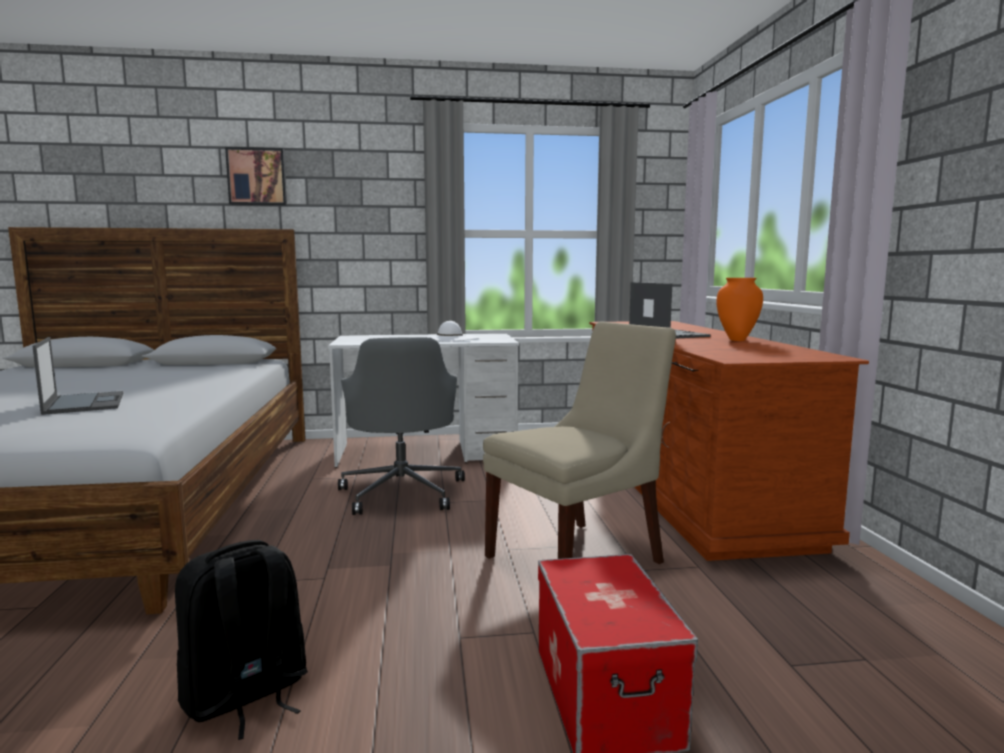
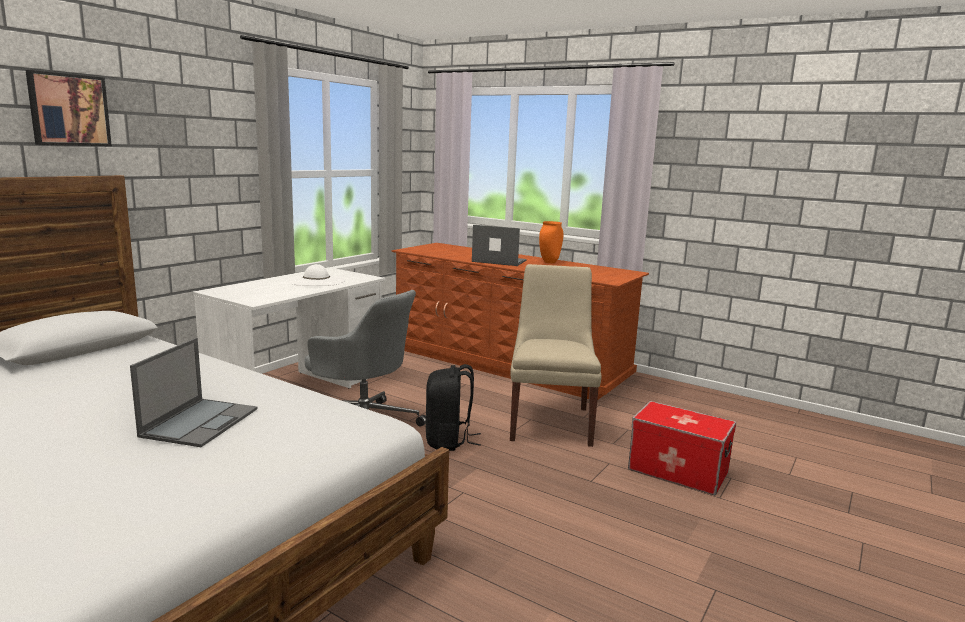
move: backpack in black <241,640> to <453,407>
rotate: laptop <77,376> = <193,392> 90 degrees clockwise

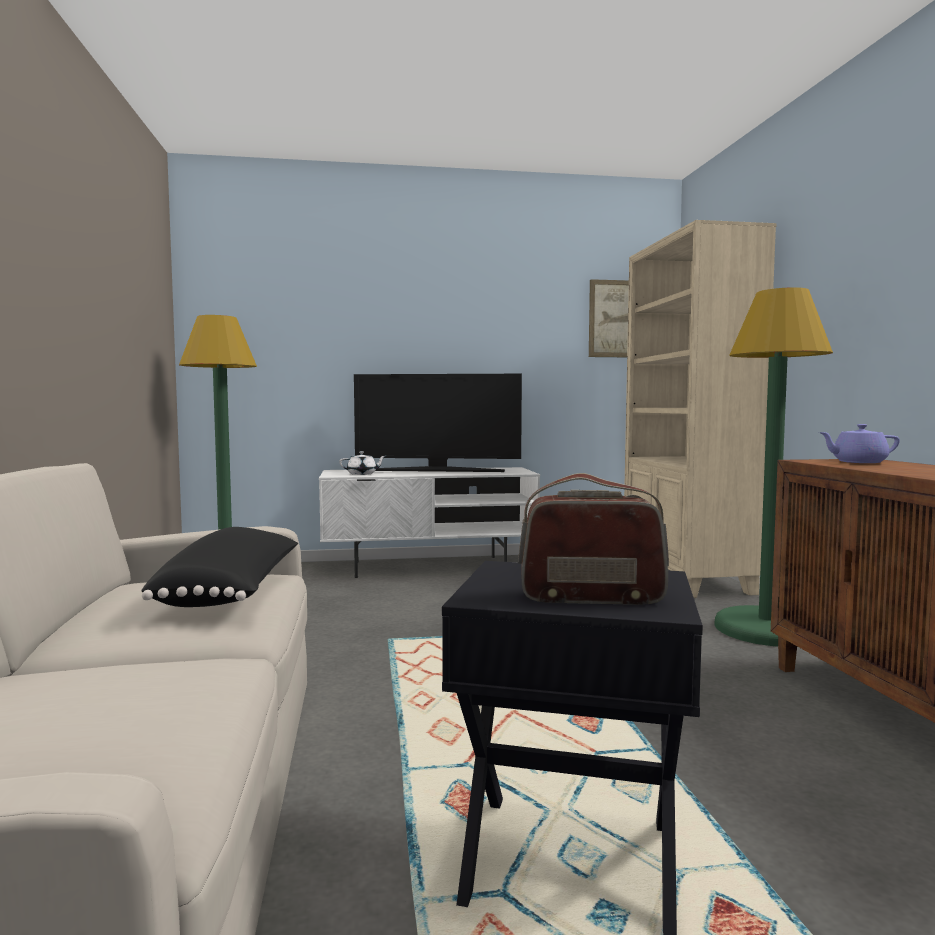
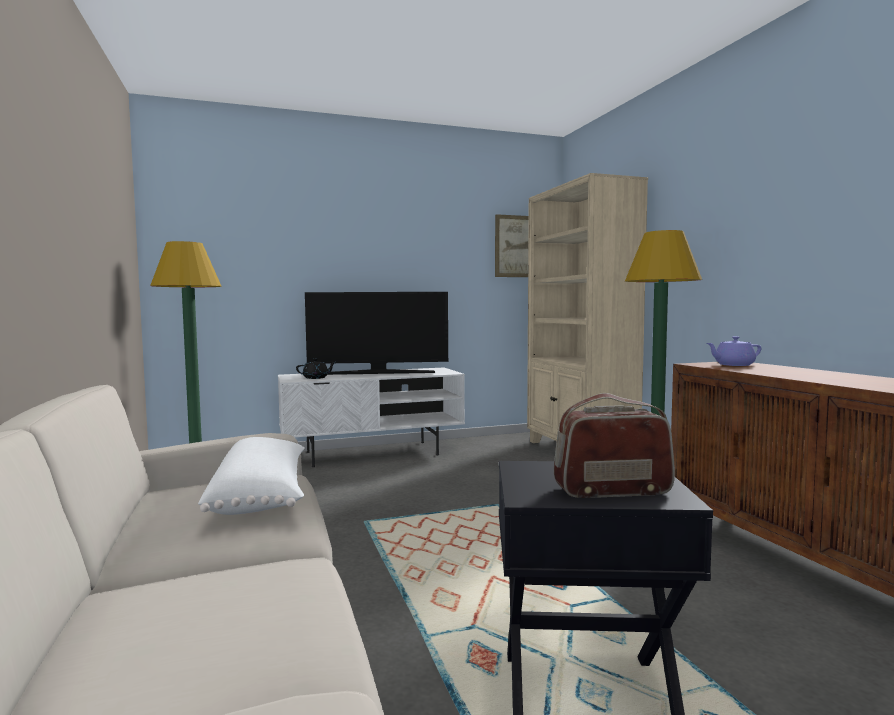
recolor: teapot in white <362,463> to teapot in black <316,369>; pillow in black <219,567> to pillow in white <251,476>

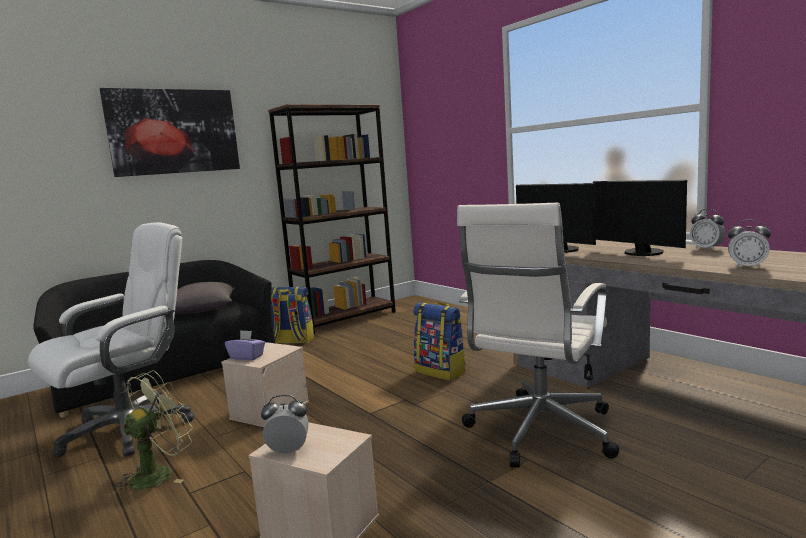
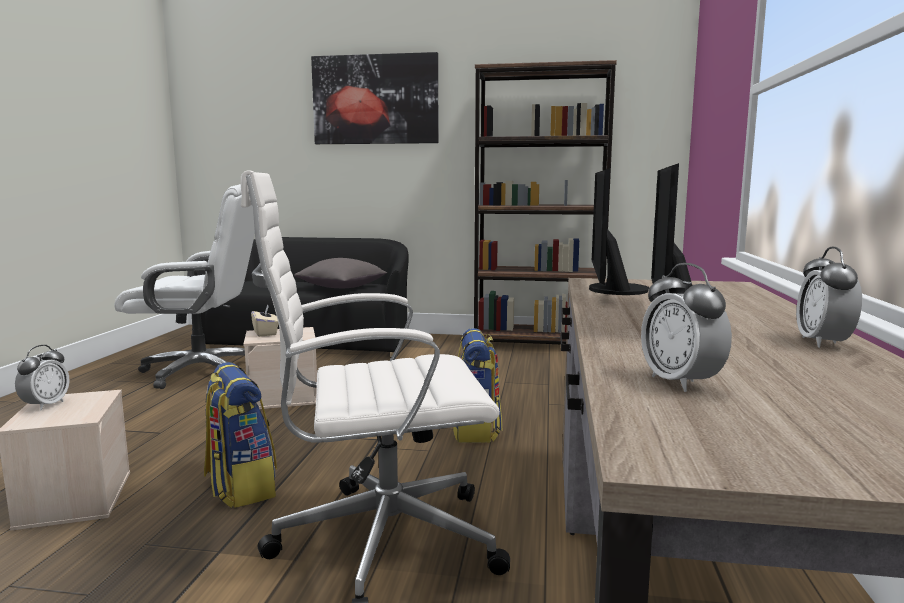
delete: fan in green <153,430>
move: backpack <292,315> to <240,435>
recolor: tissue box in purple <245,345> to tissue box in beige <265,320>
rotate: alarm clock <284,425> = <42,378> 60 degrees clockwise

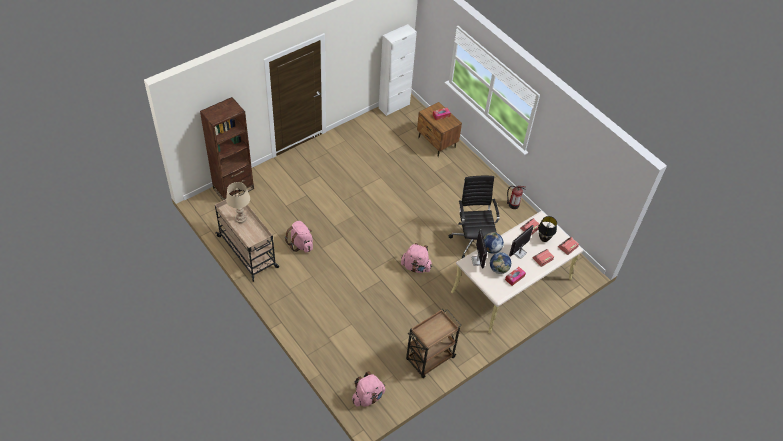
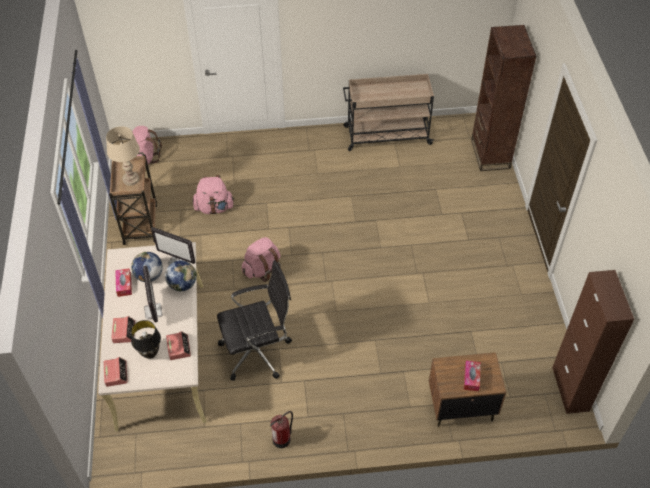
move: table lamp in beige <238,202> to <123,156>; backpack in pink <299,237> to <213,194>
recolor: cabinet in white <398,70> to cabinet in brown <593,342>
rotate: office chair in black <474,217> = <254,320> 45 degrees counterclockwise

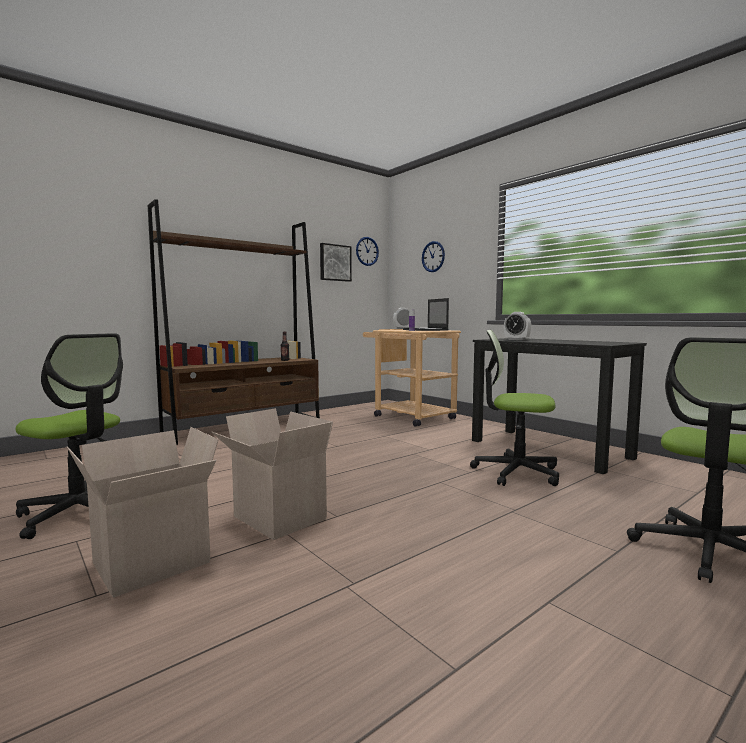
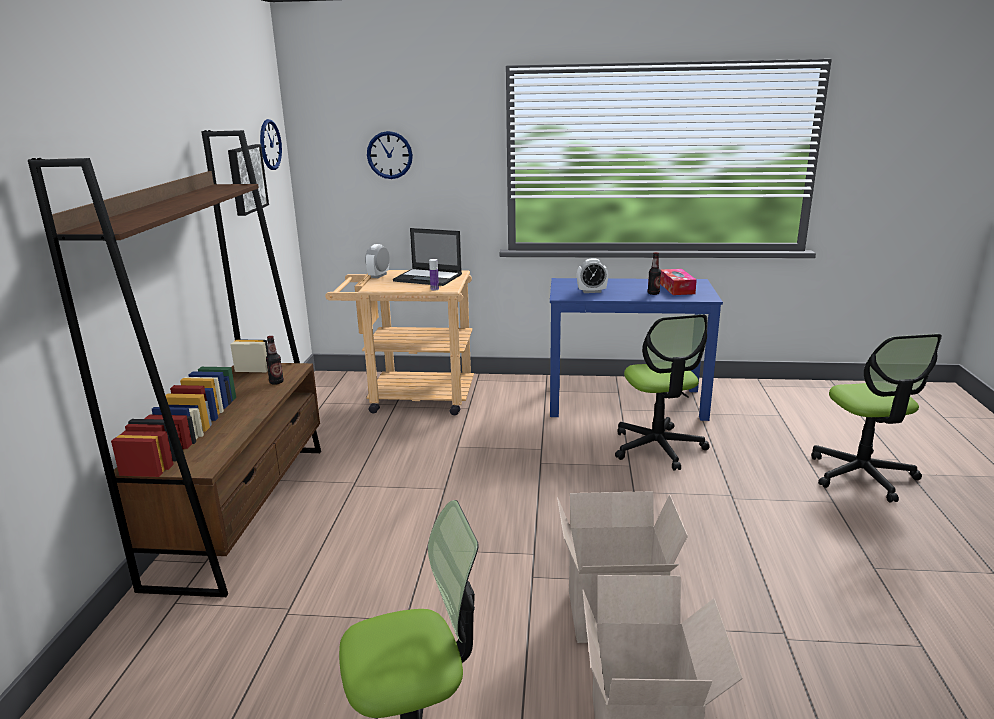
insert: bottle <654,273>; tissue box <678,282>
recolor: desk in black <559,406> to desk in blue <636,349>
rotate: office chair <514,408> = <662,392> 75 degrees counterclockwise

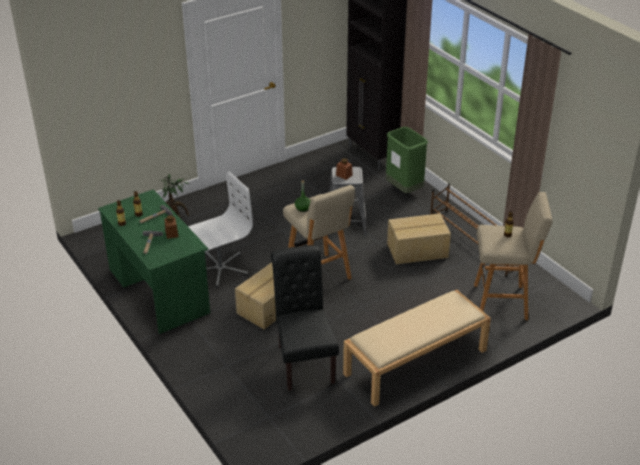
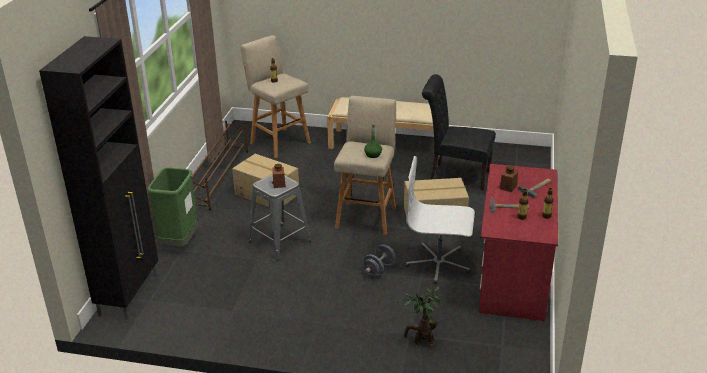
insert: dumbbell in grey <379,260>
recolor: desk in green <154,261> to desk in red <518,242>
rotate: chair in black <305,318> = <459,132> 75 degrees clockwise

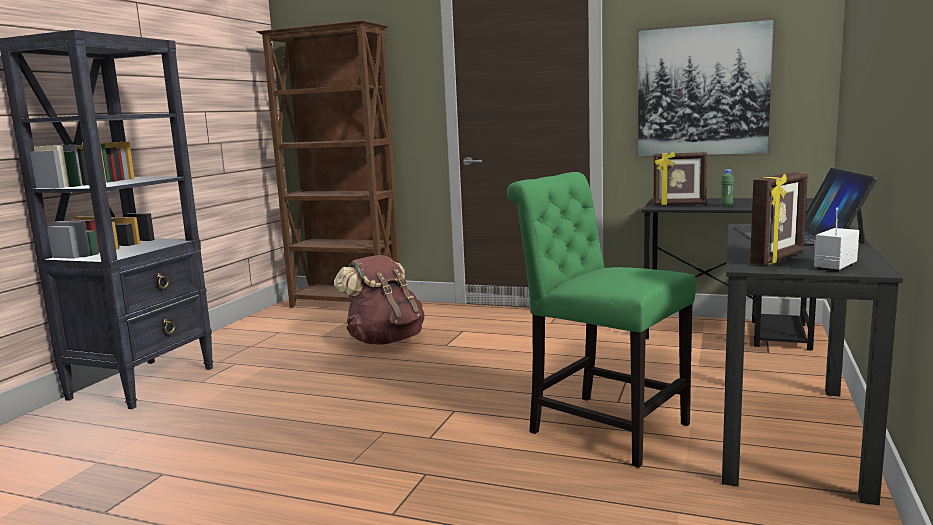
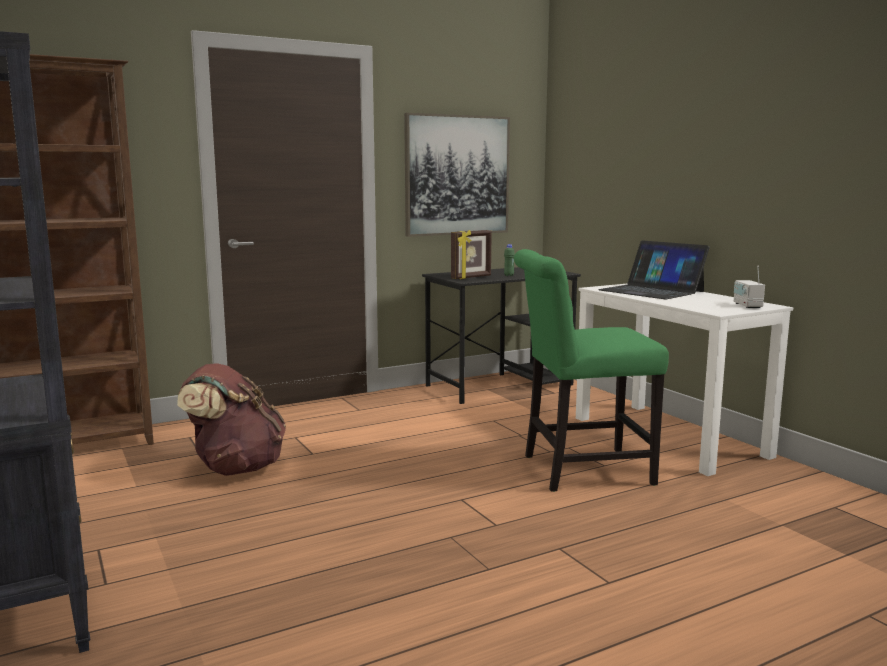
delete: picture frame <779,218>
recolor: desk in black <812,364> to desk in white <684,380>

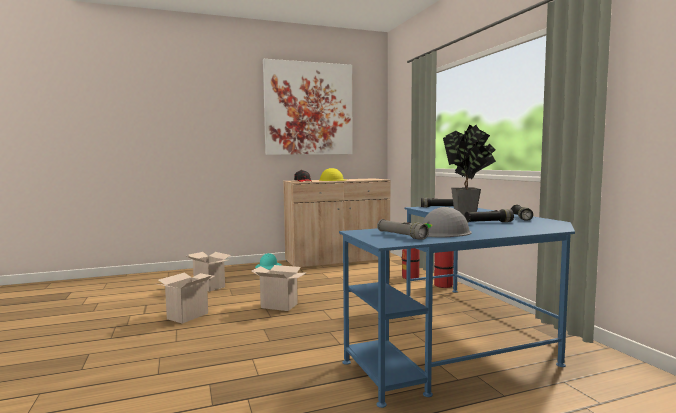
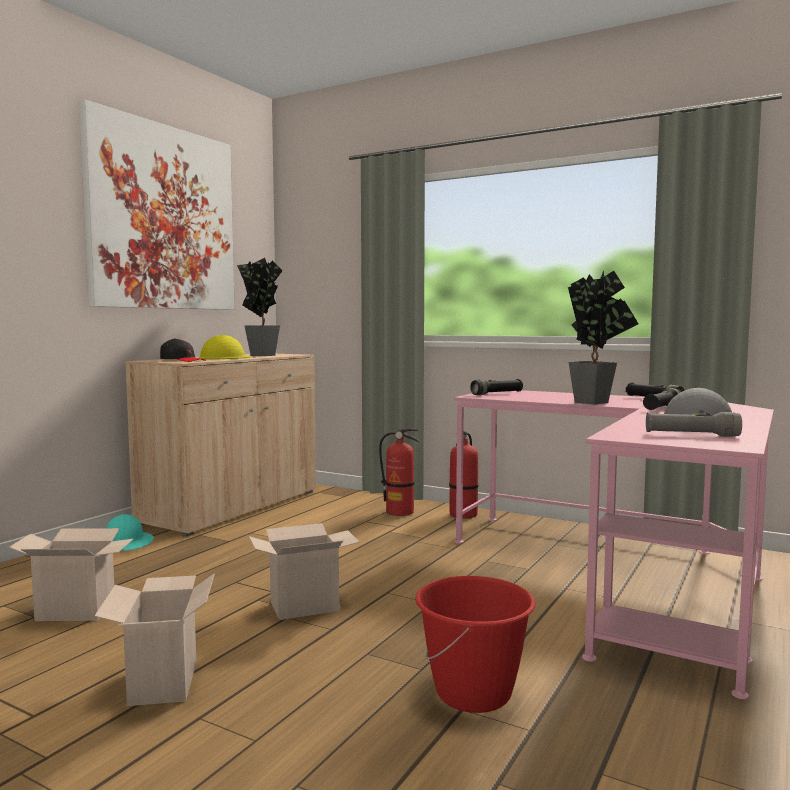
insert: potted plant <259,307>; bucket in red <475,644>
recolor: desk in blue <457,307> to desk in pink <614,544>

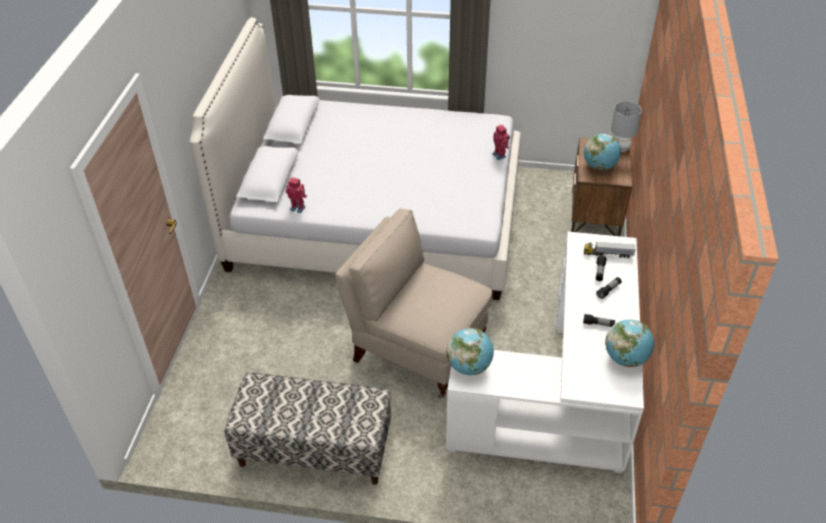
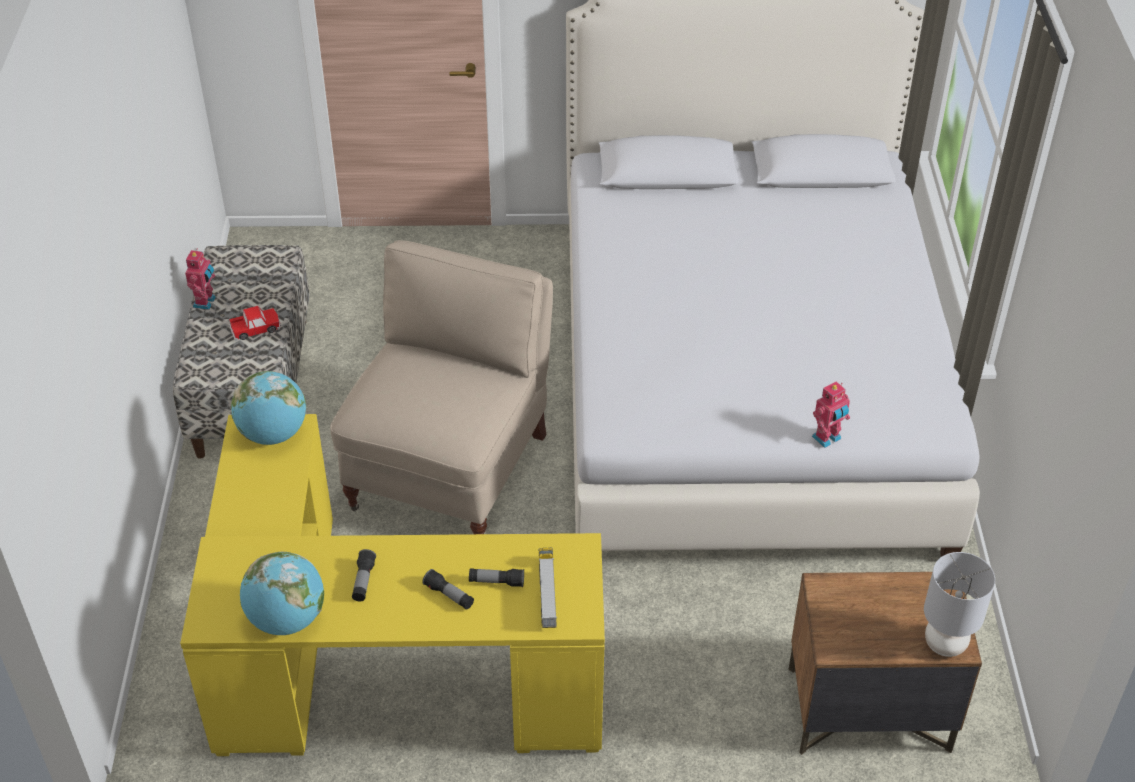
delete: globe <602,152>
insert: toy car <254,323>
move: toy robot <296,195> to <200,280>
recolor: desk in white <545,352> to desk in yellow <392,585>

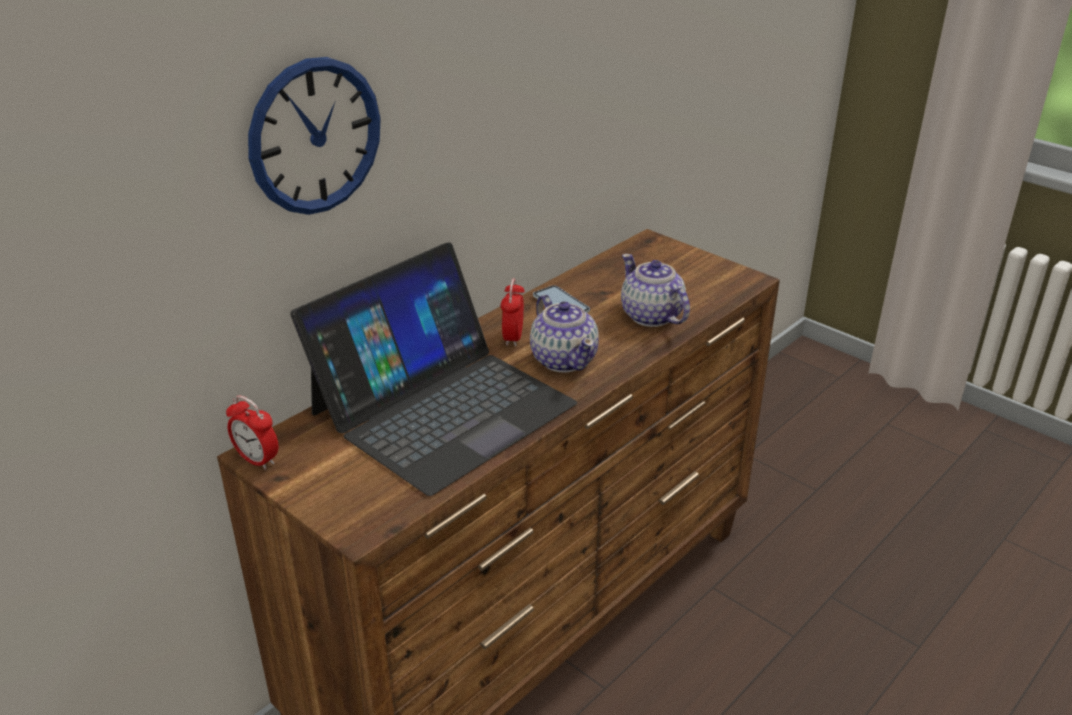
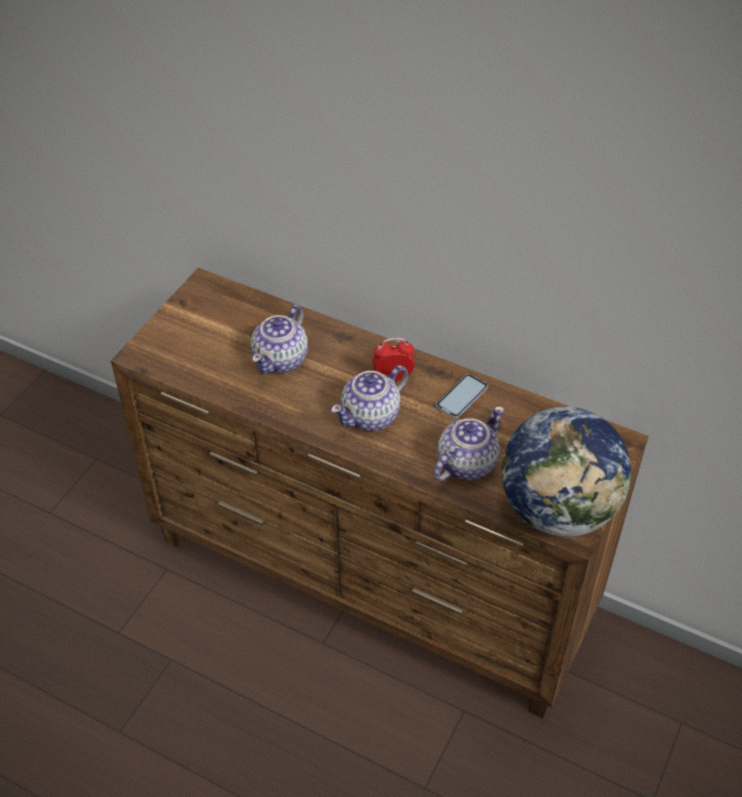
delete: wall clock <314,136>; alarm clock <252,432>
insert: globe <566,472>
replace: laptop <433,369> to teapot <279,339>

